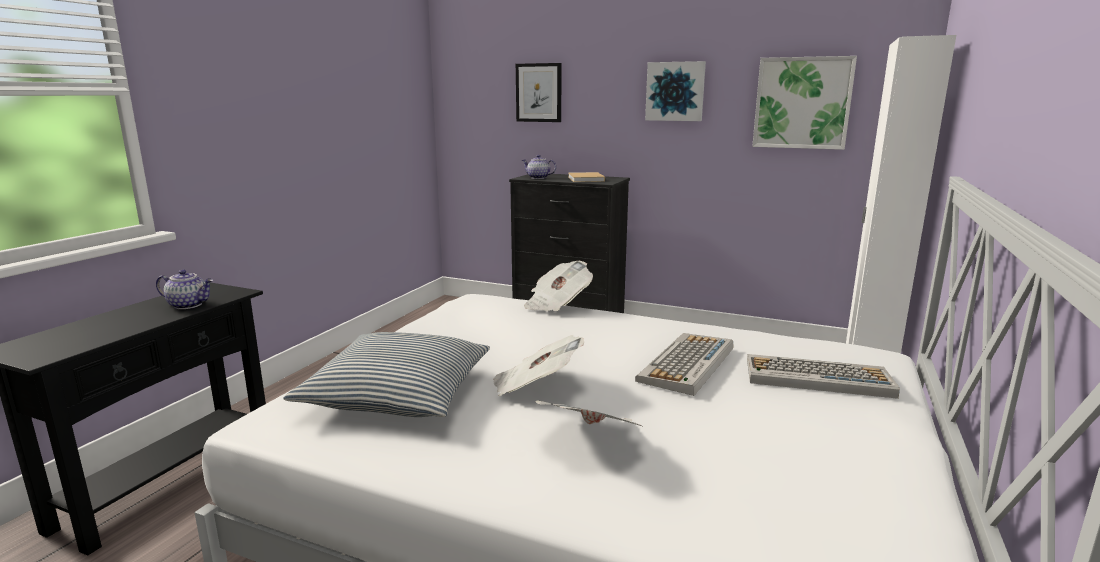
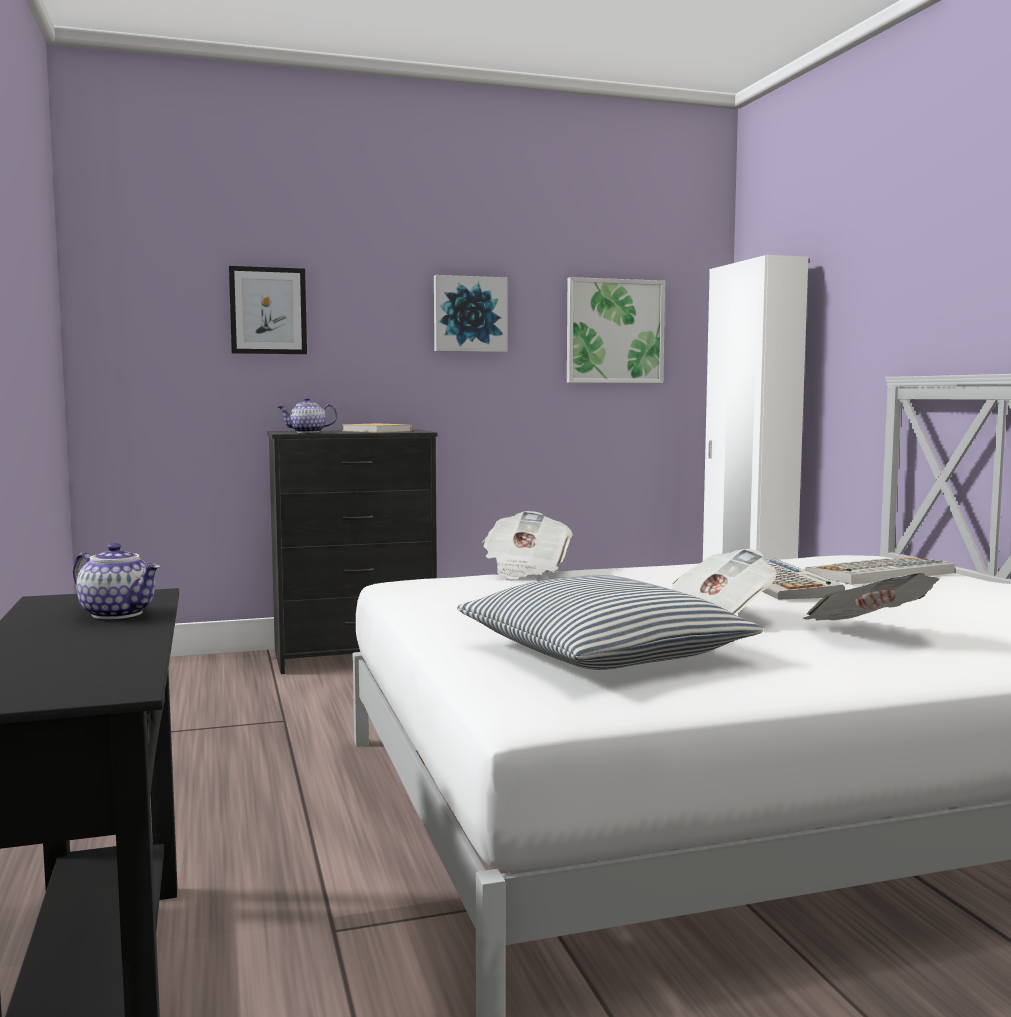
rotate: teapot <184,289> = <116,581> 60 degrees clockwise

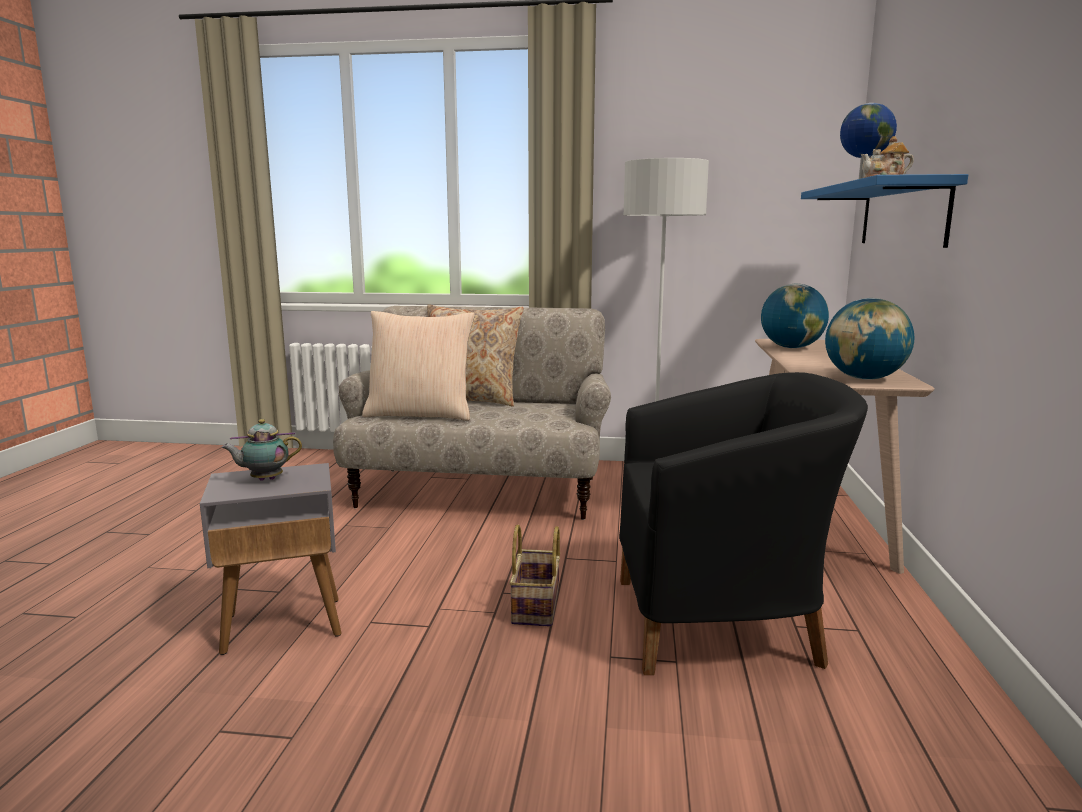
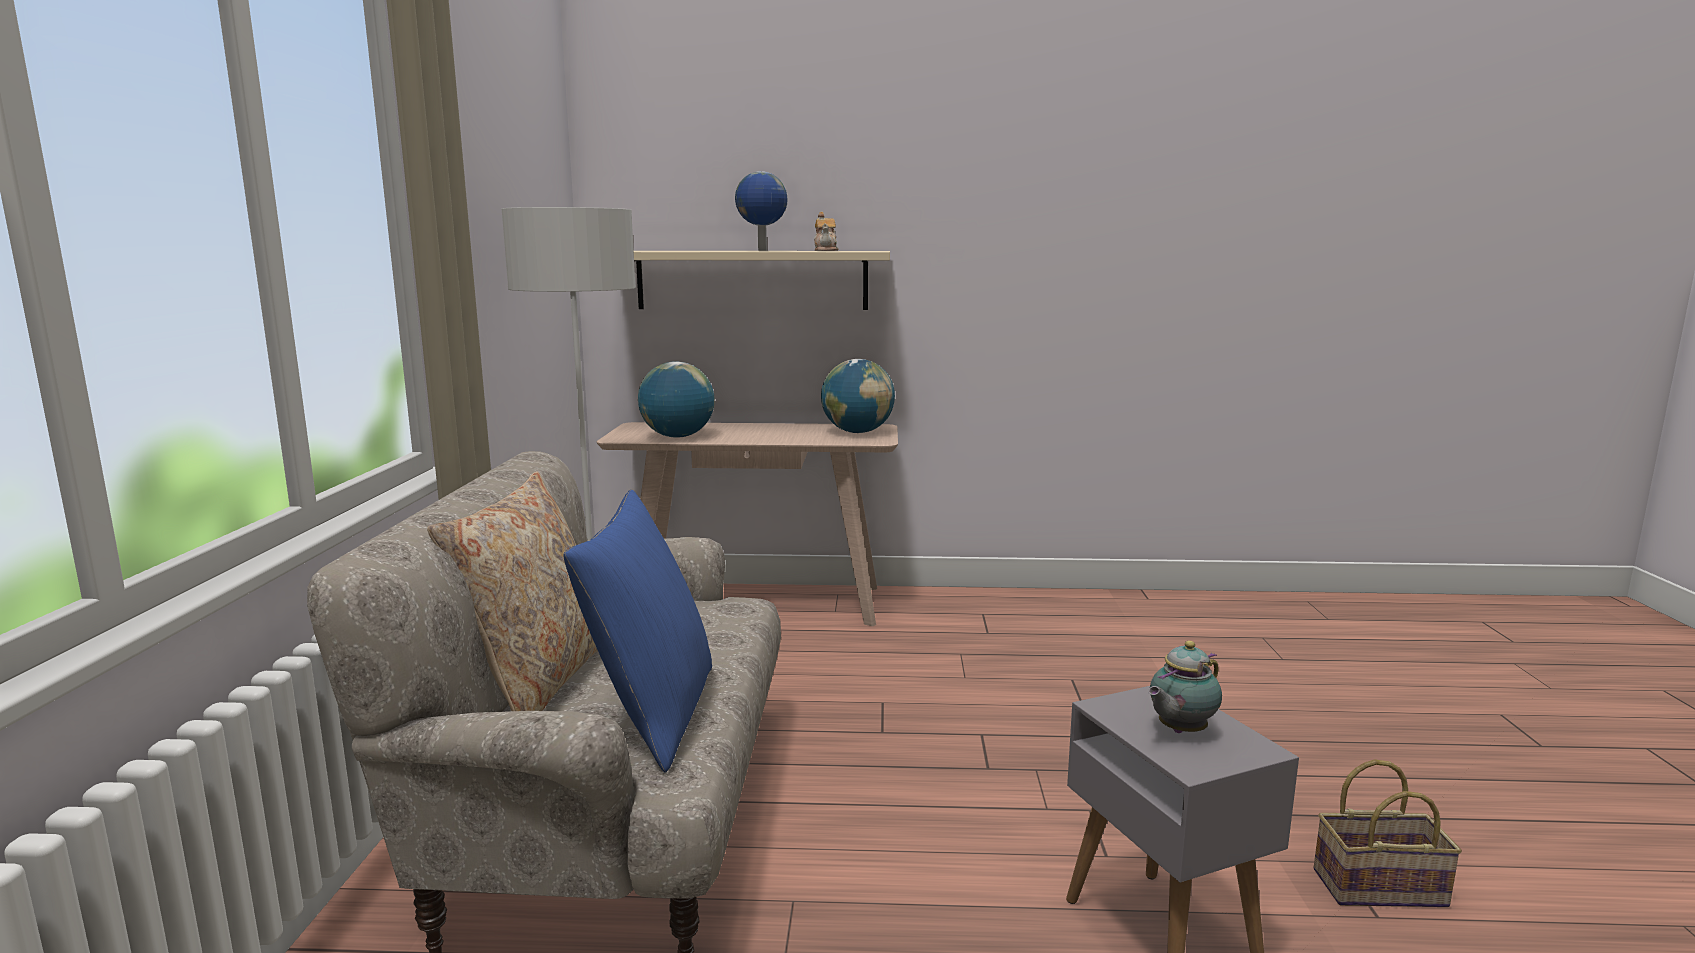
delete: armchair in black <743,523>
move: basket <534,576> to <1387,833>
recolor: shelf in blue <884,211> to shelf in beige <762,280>; pillow in beige <418,366> to pillow in blue <638,631>
rotate: teapot <261,450> = <1185,687> 75 degrees clockwise

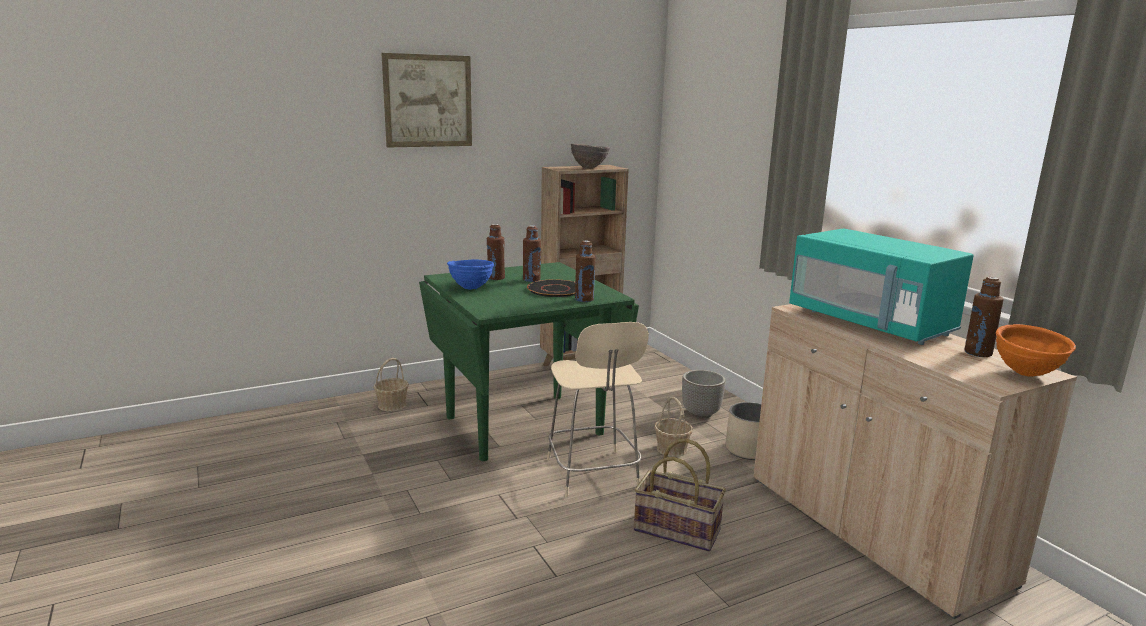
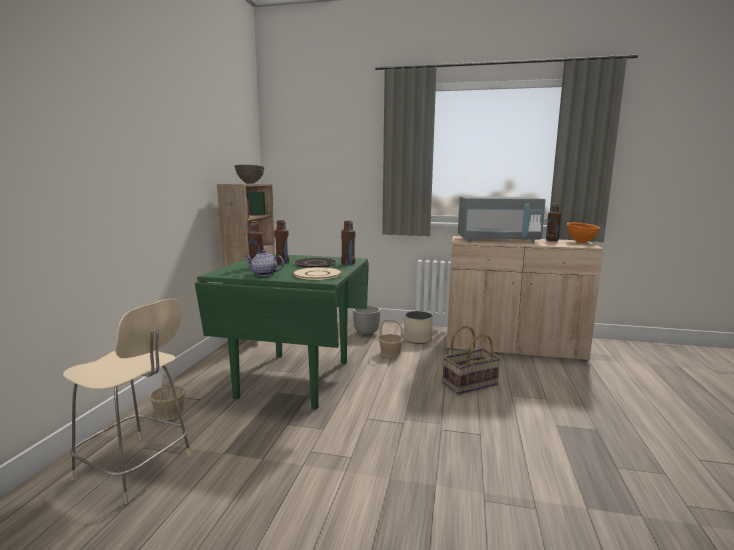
delete: picture <426,100>
insert: plate in beige <317,273>
move: chair in beige <598,409> to <127,401>
replace: bowl in blue <470,275> to teapot <264,263>
recolor: microwave in turquoise <881,286> to microwave in grey <502,219>

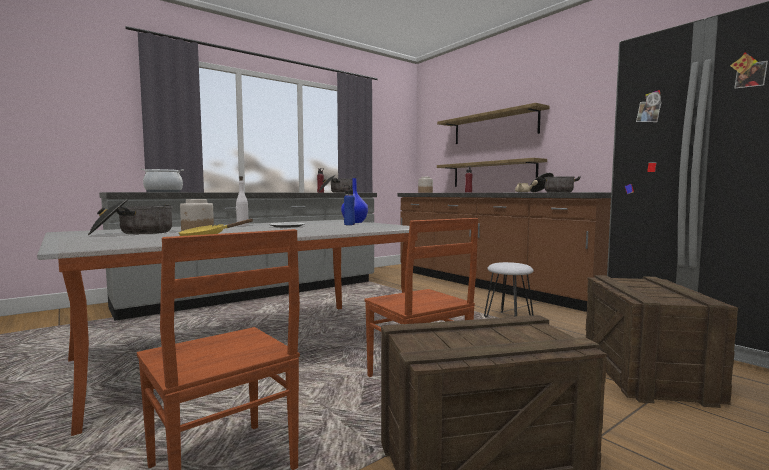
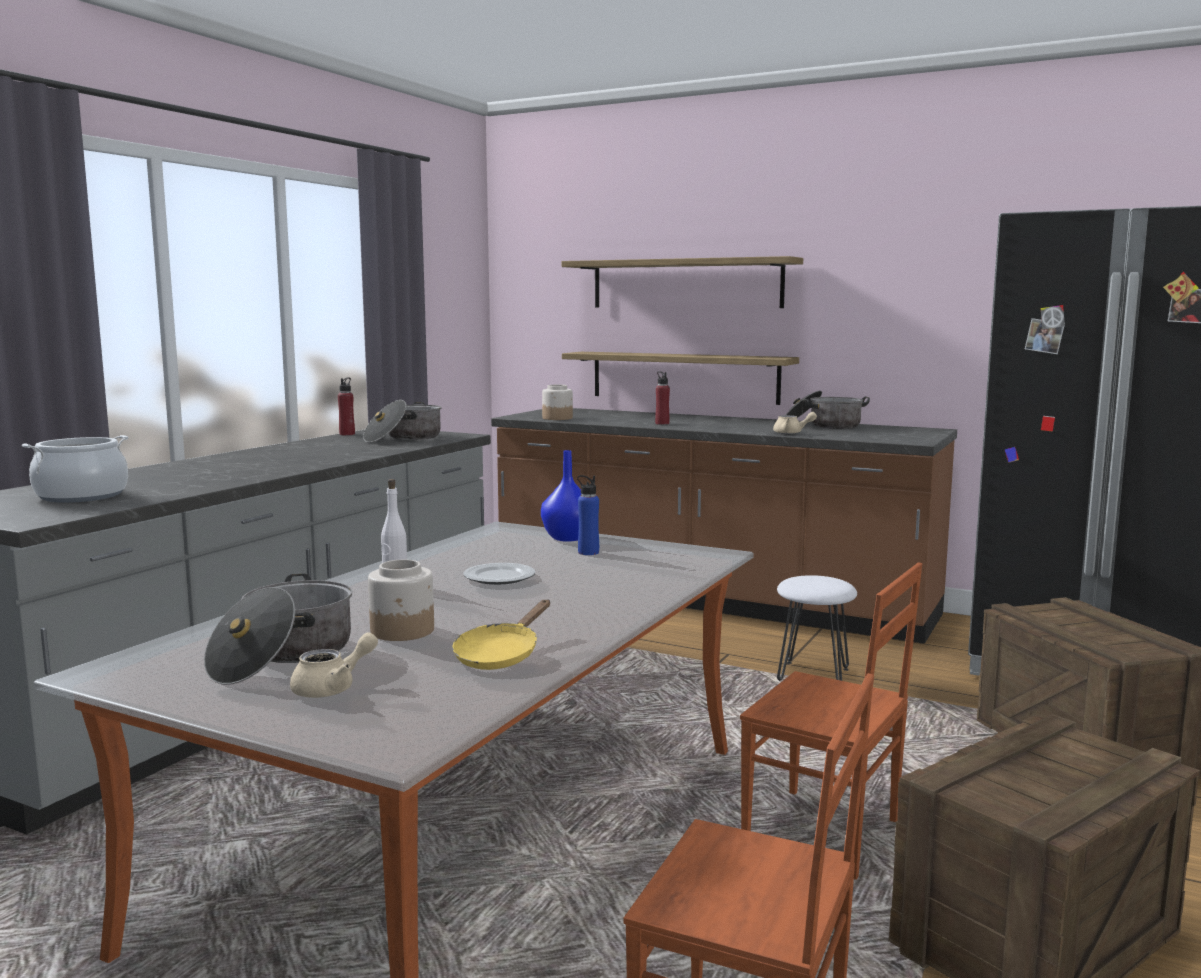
insert: teapot in beige <334,665>

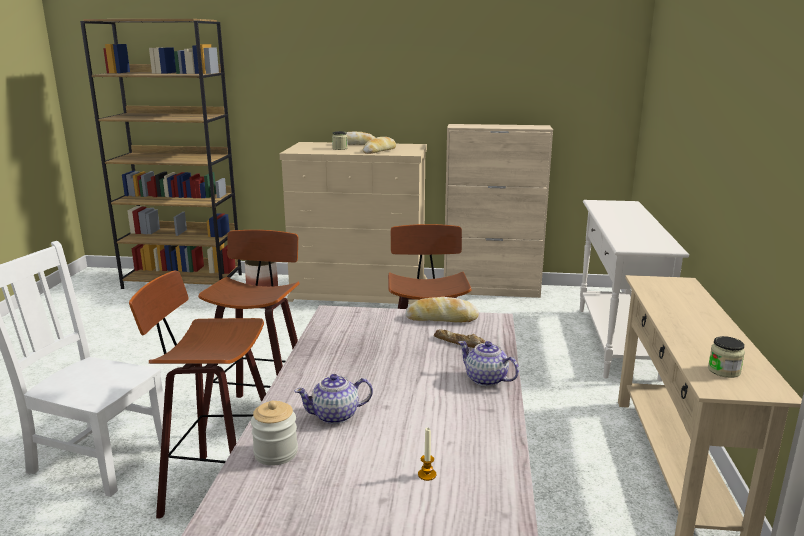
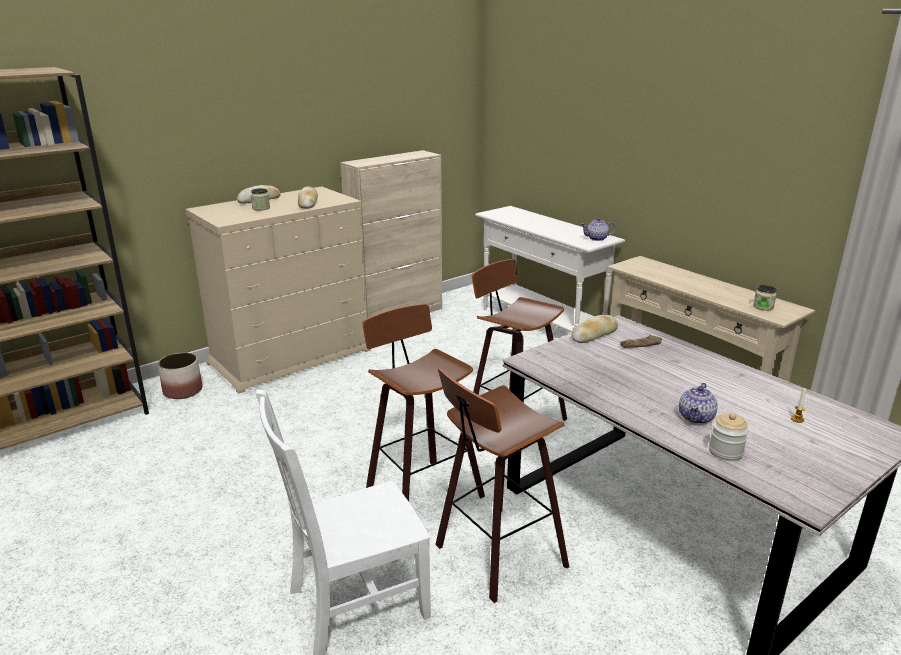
move: teapot <488,364> to <598,229>

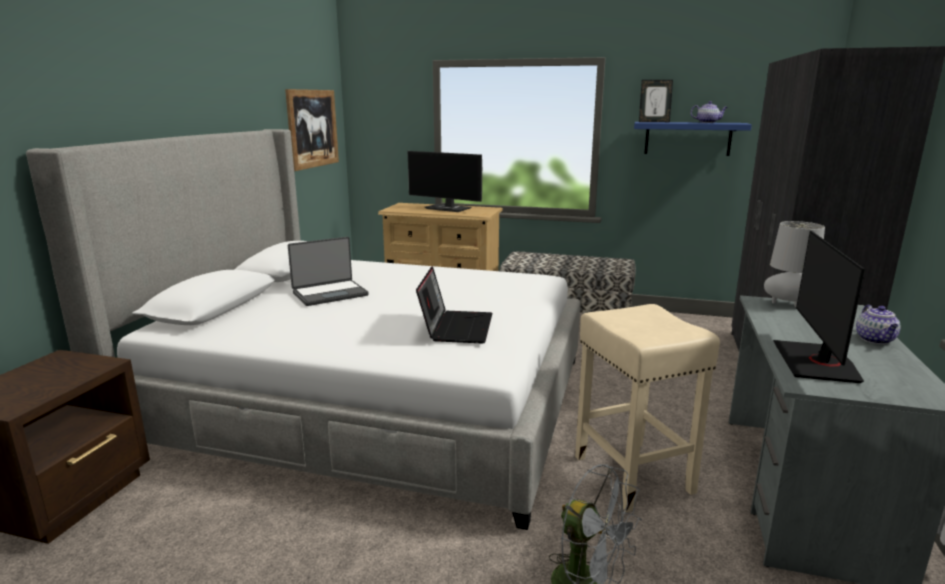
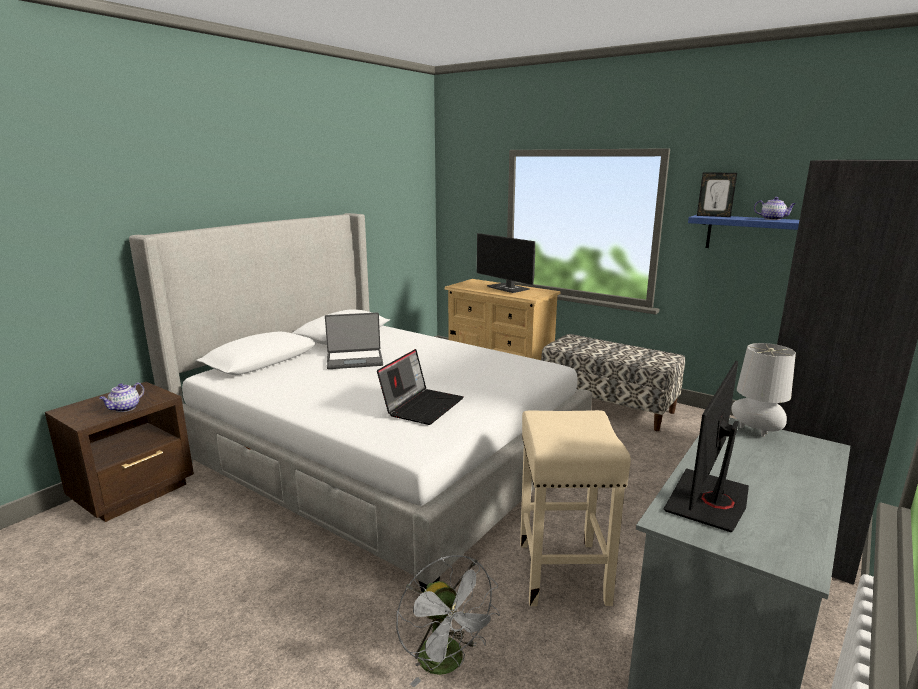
delete: picture <312,130>
move: teapot <878,324> to <121,397>

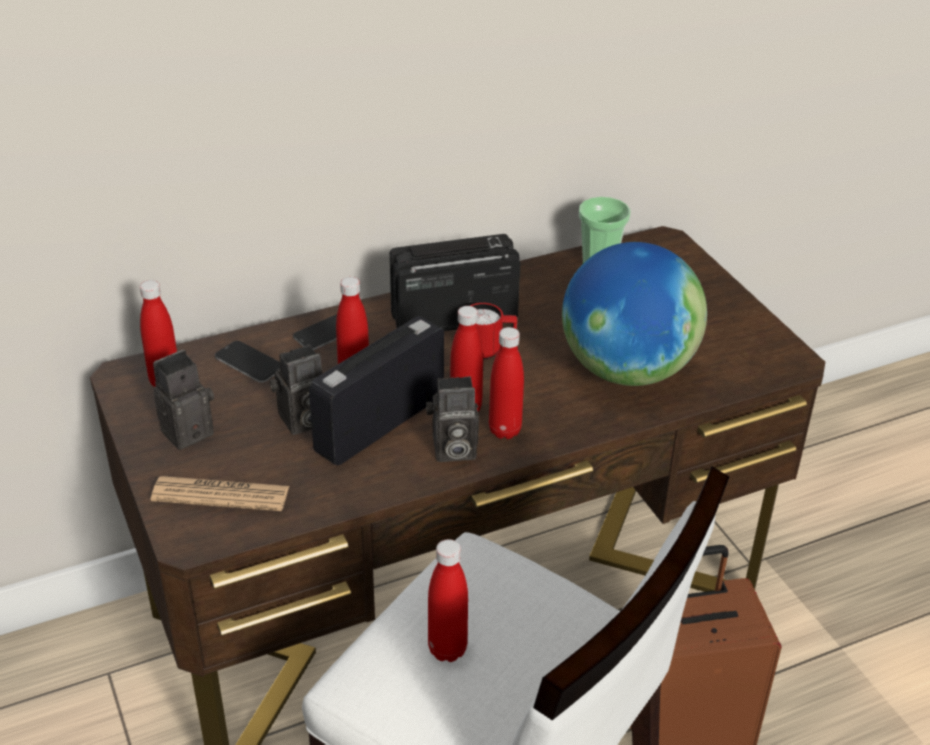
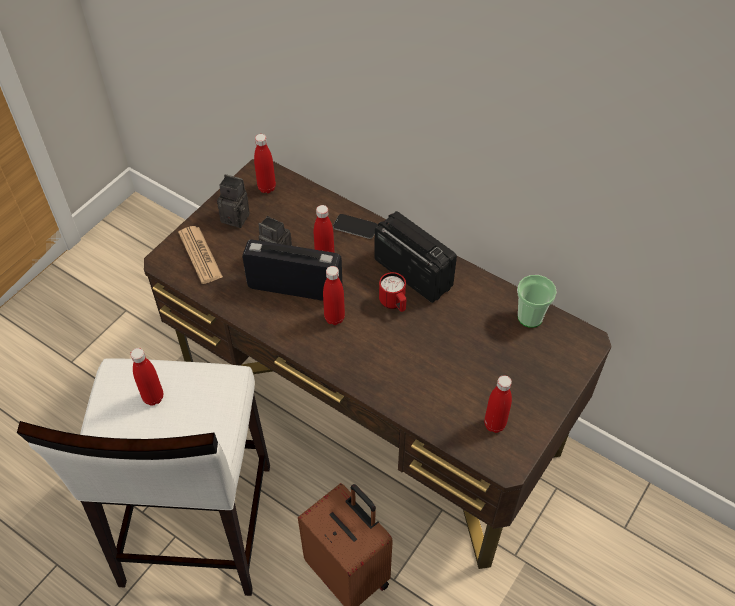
delete: globe <634,314>; phone <247,362>; photo camera <452,419>
move: bottle in red <506,383> to <498,404>

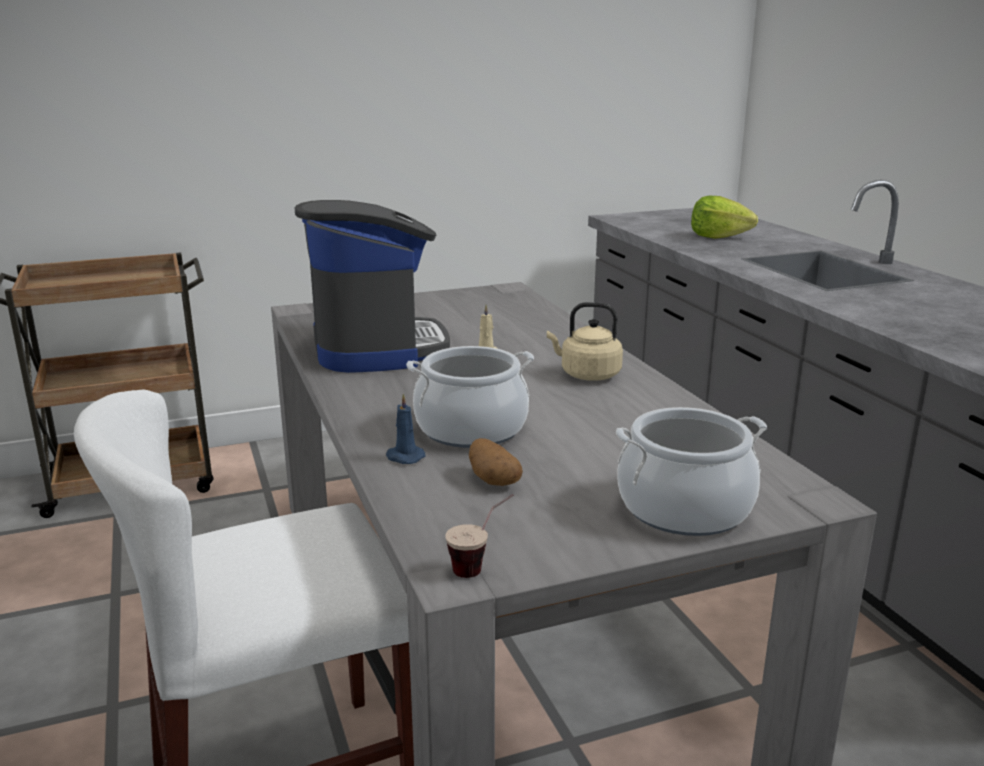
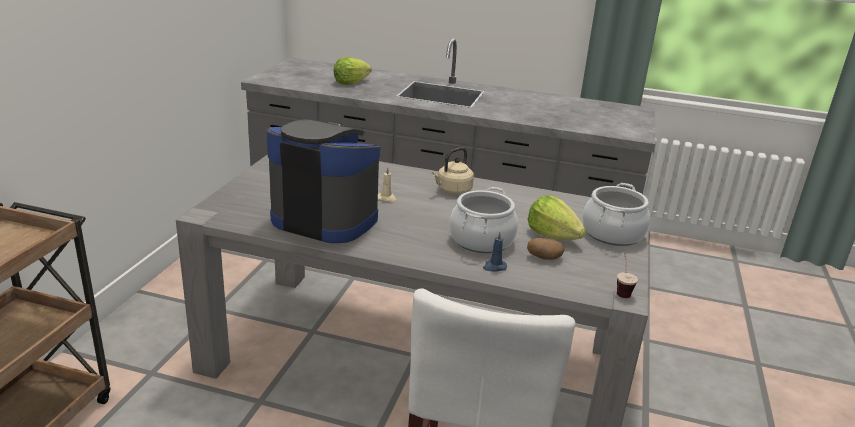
insert: lettuce <557,217>

